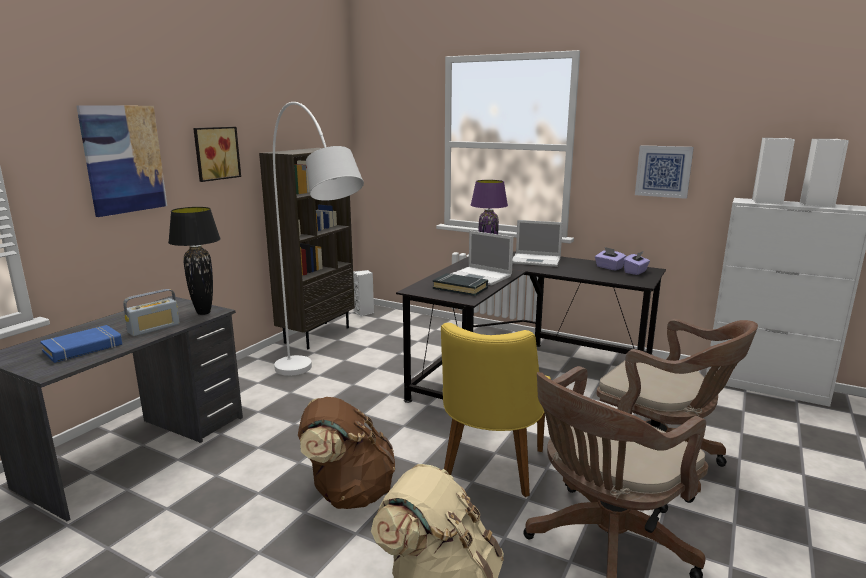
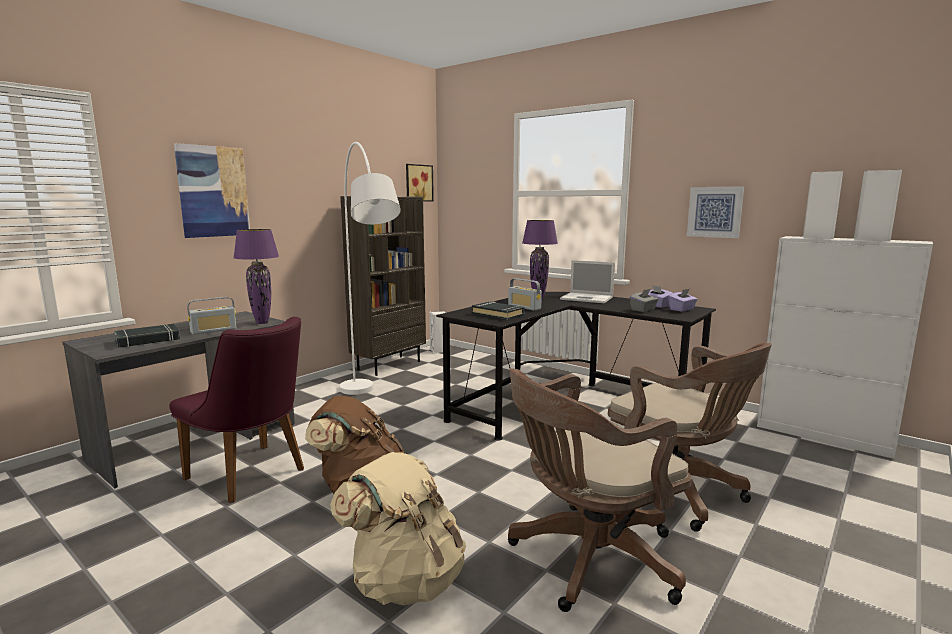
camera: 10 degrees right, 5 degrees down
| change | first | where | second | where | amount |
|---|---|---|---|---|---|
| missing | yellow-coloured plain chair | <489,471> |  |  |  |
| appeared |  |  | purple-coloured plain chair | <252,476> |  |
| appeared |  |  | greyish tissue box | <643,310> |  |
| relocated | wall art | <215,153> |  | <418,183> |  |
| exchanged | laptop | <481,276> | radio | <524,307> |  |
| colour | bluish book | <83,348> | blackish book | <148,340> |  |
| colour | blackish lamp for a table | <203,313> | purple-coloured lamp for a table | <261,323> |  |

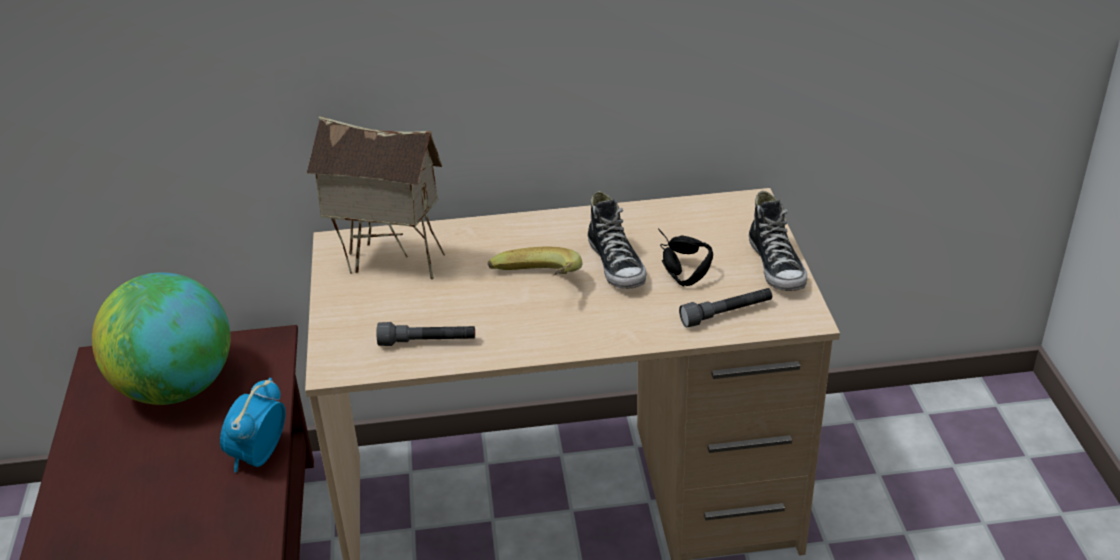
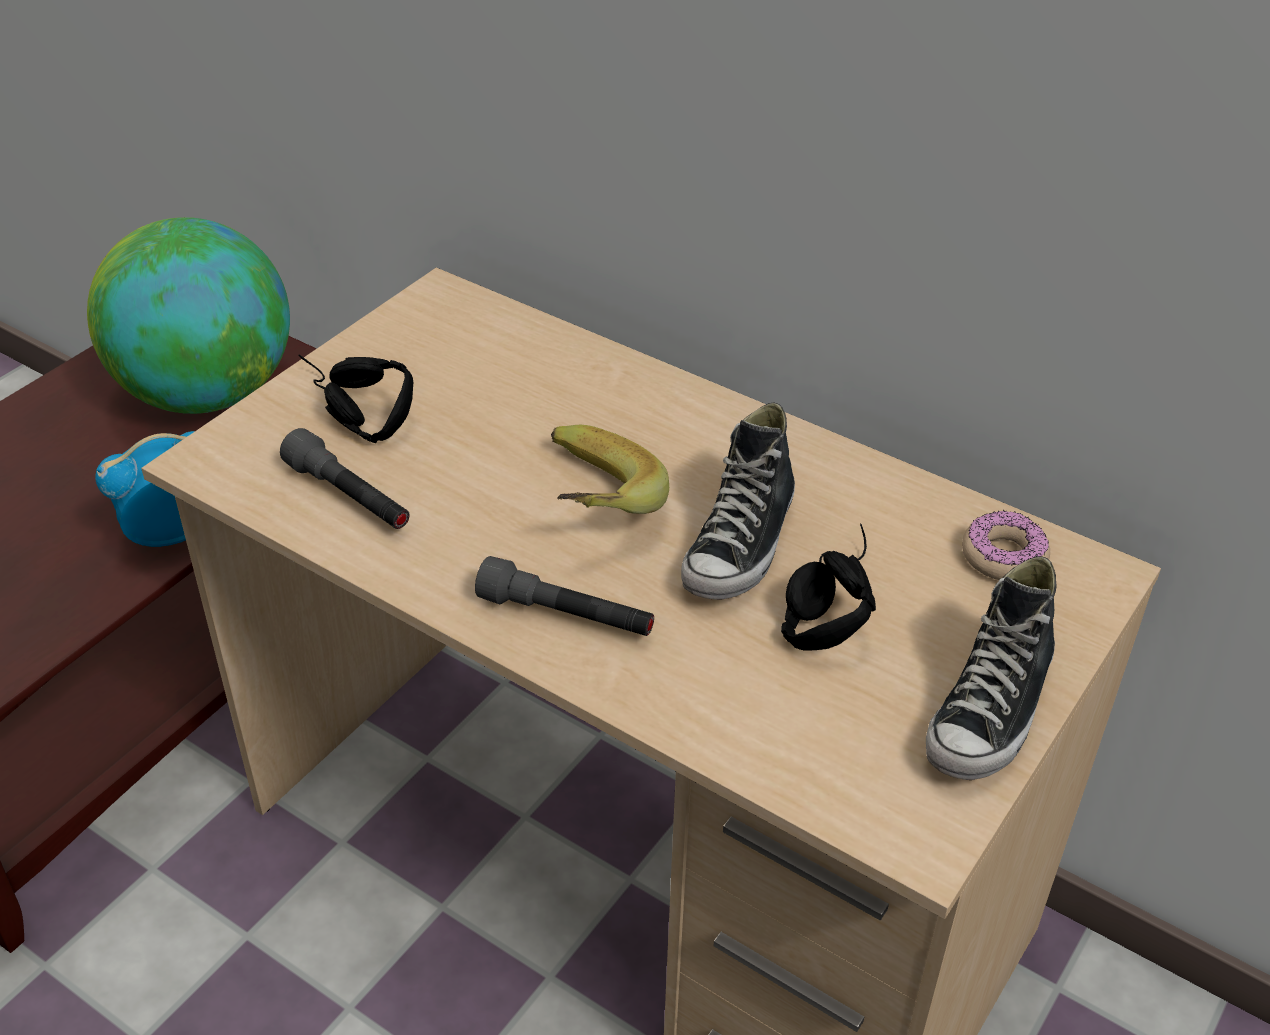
camera: 40 degrees right, 5 degrees up
| change | first | where | second | where | amount |
|---|---|---|---|---|---|
| missing | toy house | <388,264> |  |  |  |
| appeared |  |  | blackish headphones | <344,411> |  |
| appeared |  |  | doughnut | <1003,556> |  |
| relocated | greyish hand torch | <726,314> |  | <566,616> |  |

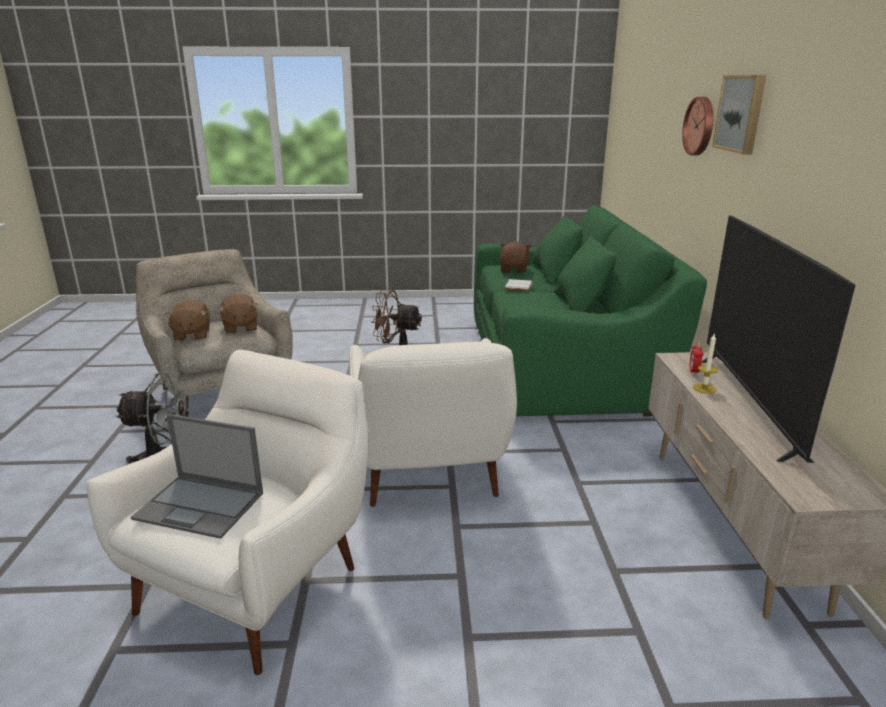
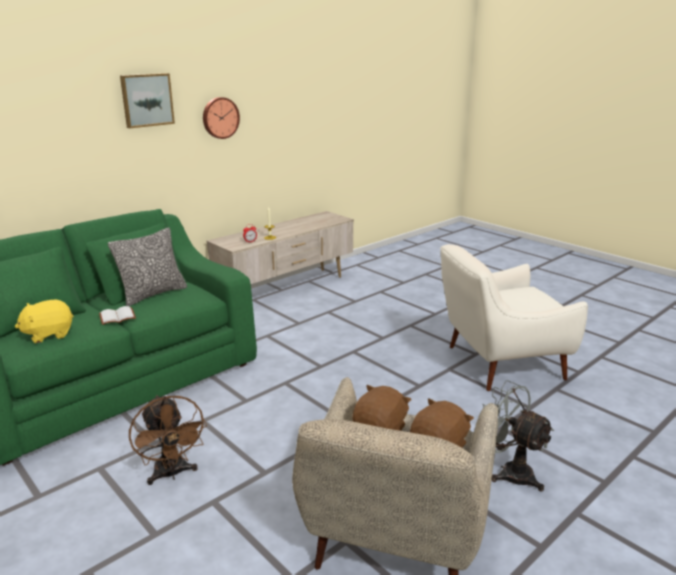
camera: 130 degrees left, 0 degrees up
| change | first | where | second | where | amount |
|---|---|---|---|---|---|
| missing | laptop | <201,506> |  |  |  |
| missing | white lounge chair | <429,473> |  |  |  |
| missing | television | <749,404> |  |  |  |
| appeared |  |  | pillow | <153,294> |  |
| relocated | hanging clock | <700,126> |  | <220,117> |  |
| colour | brownish cuddly toy | <514,269> | yellow-coloured cuddly toy | <49,334> |  |

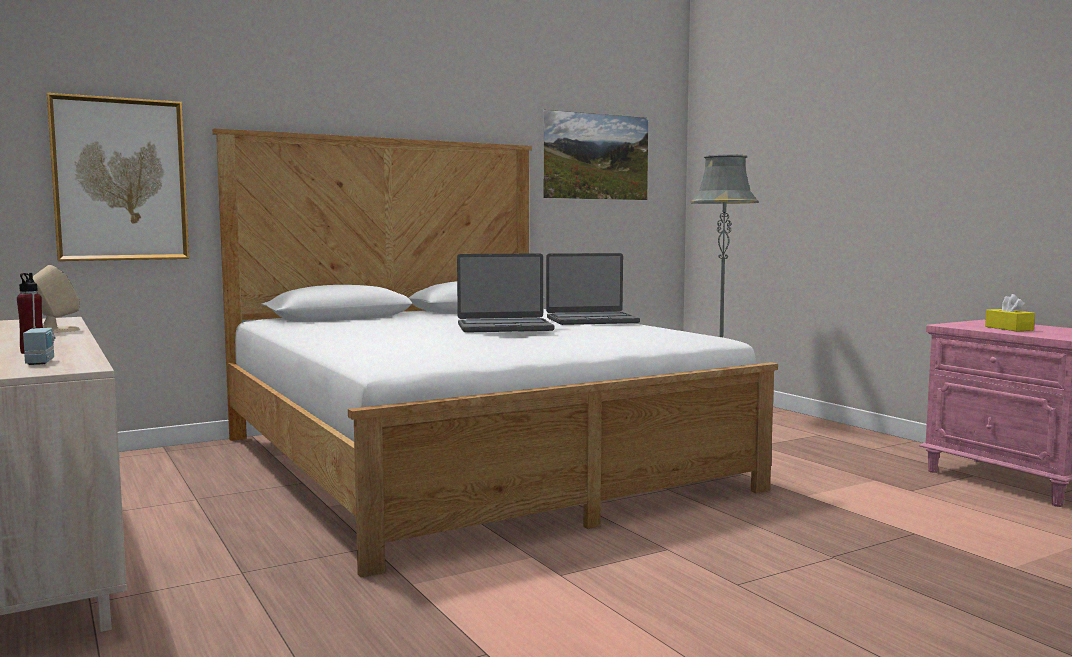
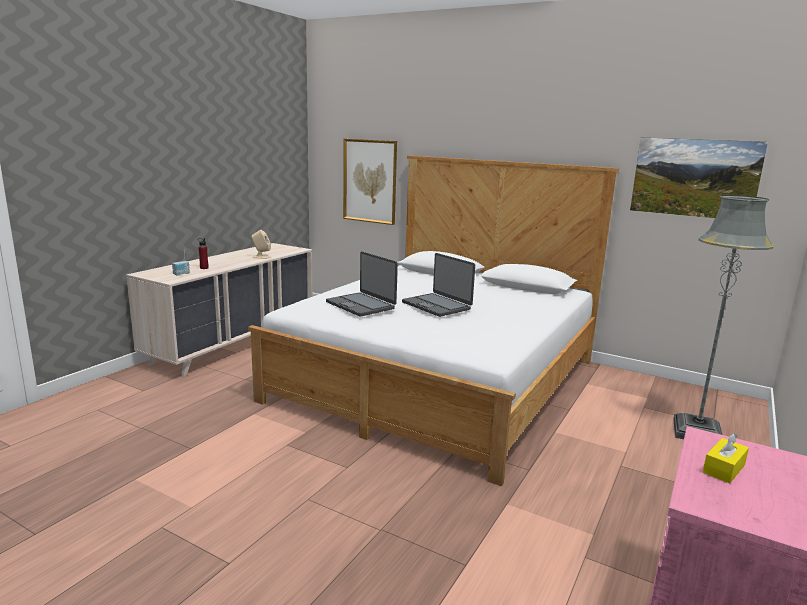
camera: 60 degrees right, 10 degrees up
| change | first | where | second | where | amount |
|---|---|---|---|---|---|
| relocated | laptop | <591,320> |  | <361,305> |  |

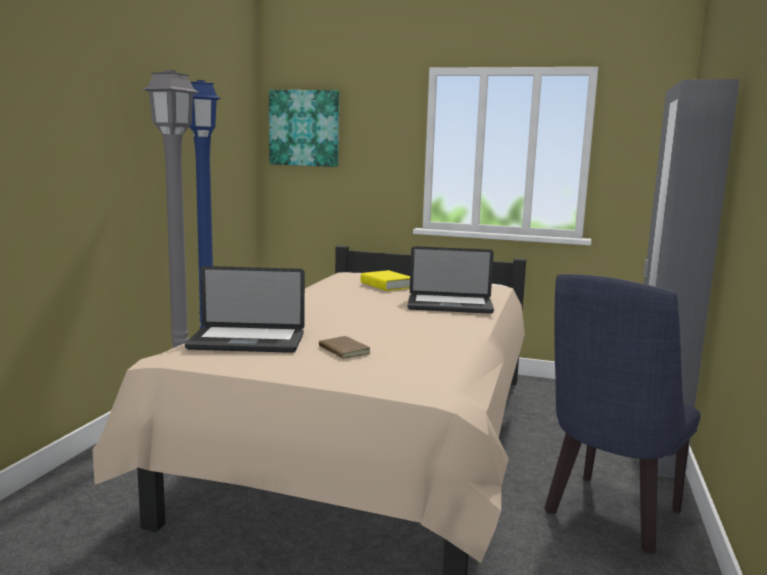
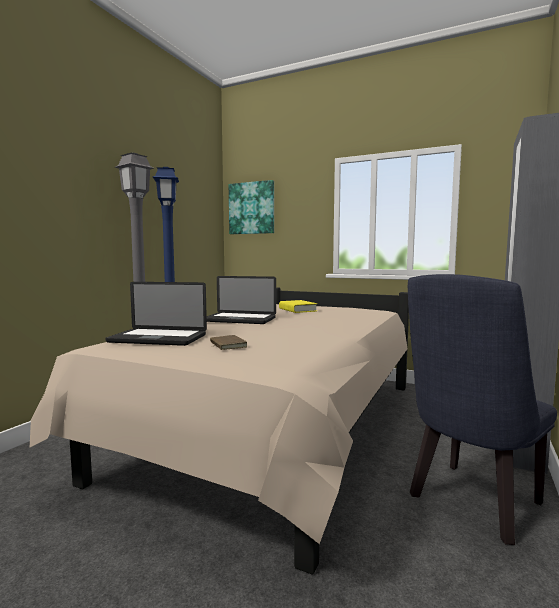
camera: 10 degrees right, 5 degrees down
| change | first | where | second | where | amount |
|---|---|---|---|---|---|
| relocated | laptop | <449,306> |  | <239,320> |  |

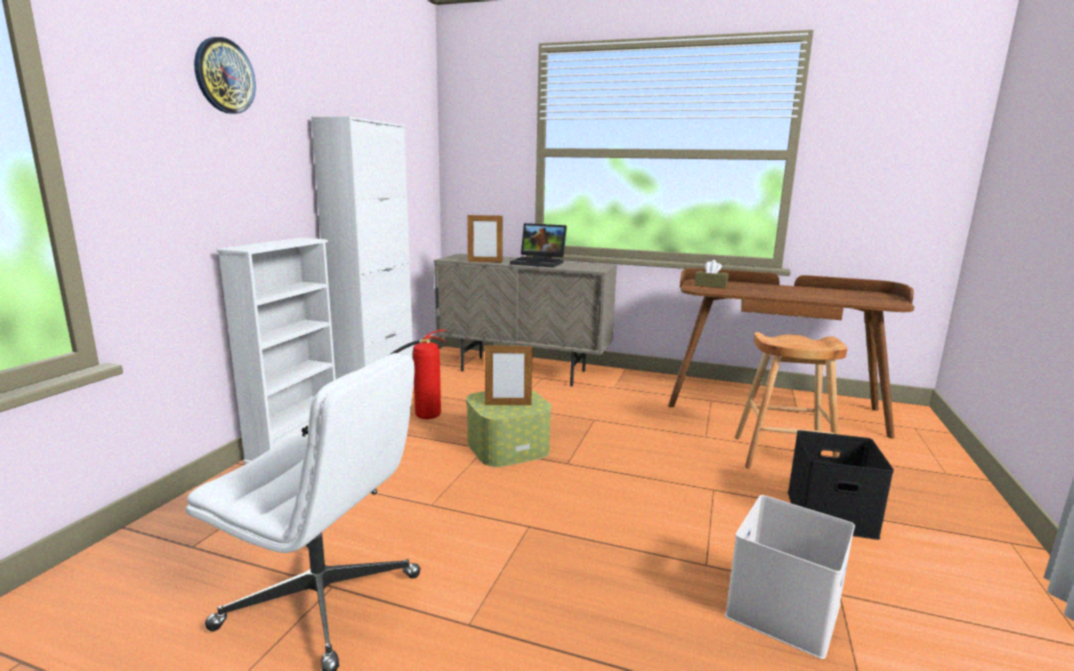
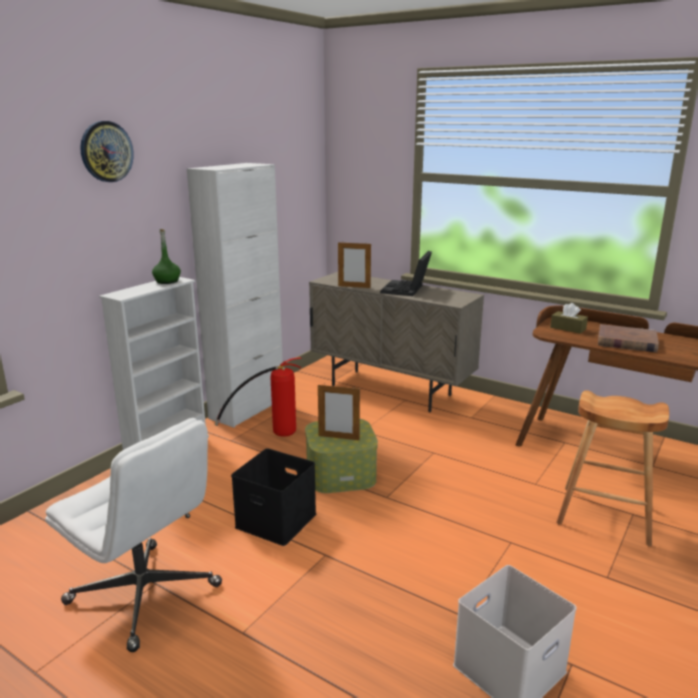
camera: 15 degrees right, 5 degrees up
| change | first | where | second | where | amount |
|---|---|---|---|---|---|
| appeared |  |  | greenish bottle | <167,281> |  |
| appeared |  |  | brownish book | <626,342> |  |
| relocated | blackish storage bin | <829,514> |  | <274,521> |  |
| spun | laptop | <540,263> |  | <406,290> | 75 degrees clockwise |

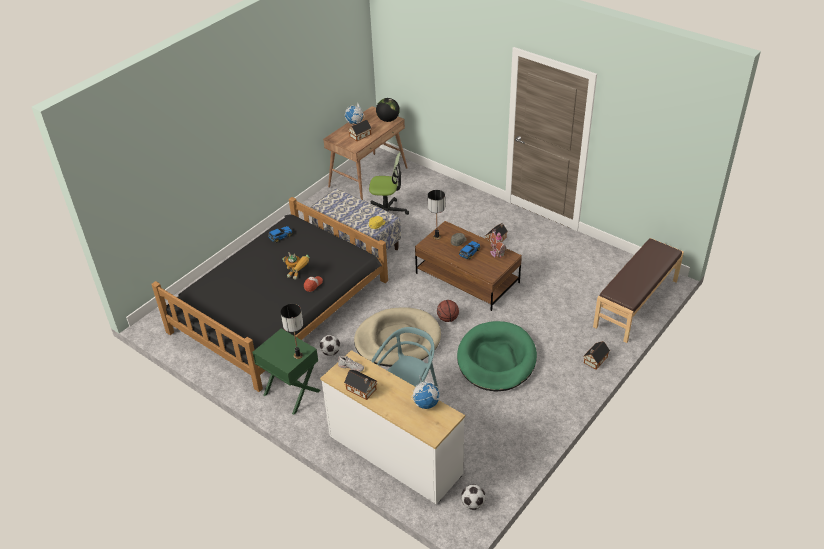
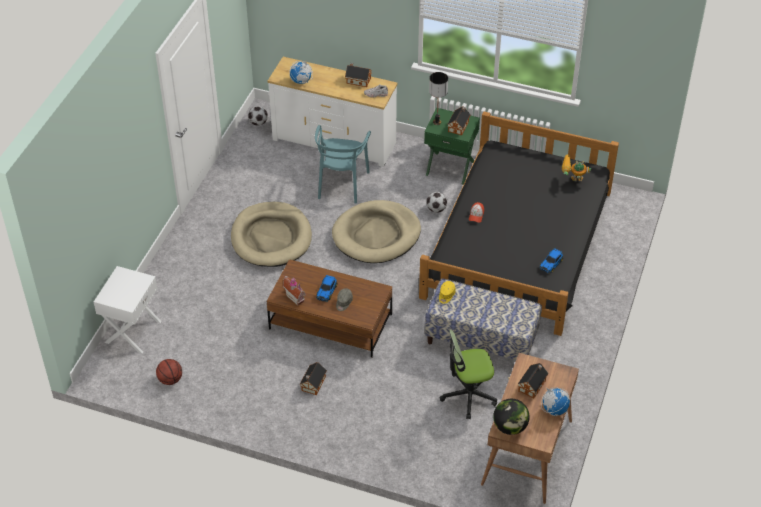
camera: 160 degrees right, 5 degrees up
| change | first | where | second | where | amount |
|---|---|---|---|---|---|
| missing | lamp for a table | <437,237> |  |  |  |
| relocated | model robot | <298,275> |  | <571,181> |  |
| relocated | ball for basketball | <447,318> |  | <170,379> |  |
| relocated | toy house | <594,360> |  | <459,126> |  |
| exchanged | brownish bench | <636,304> | white bedside table | <132,331> |  |
| colour | greenish dog cushion | <496,359> | beige-coloured dog cushion | <271,237> |  |

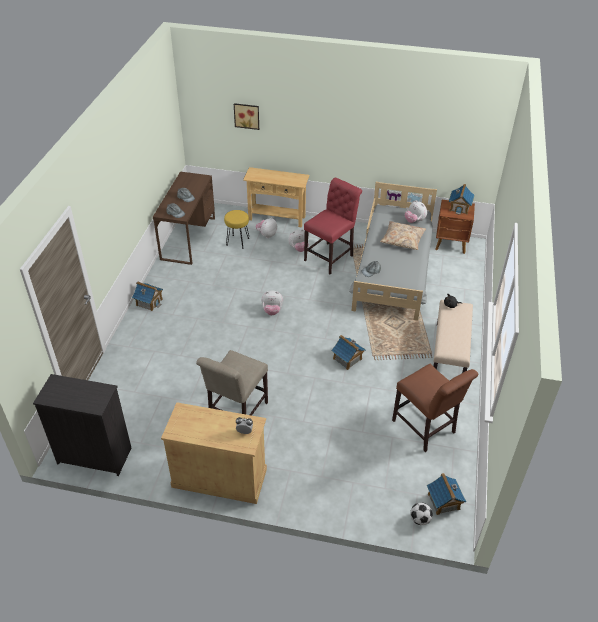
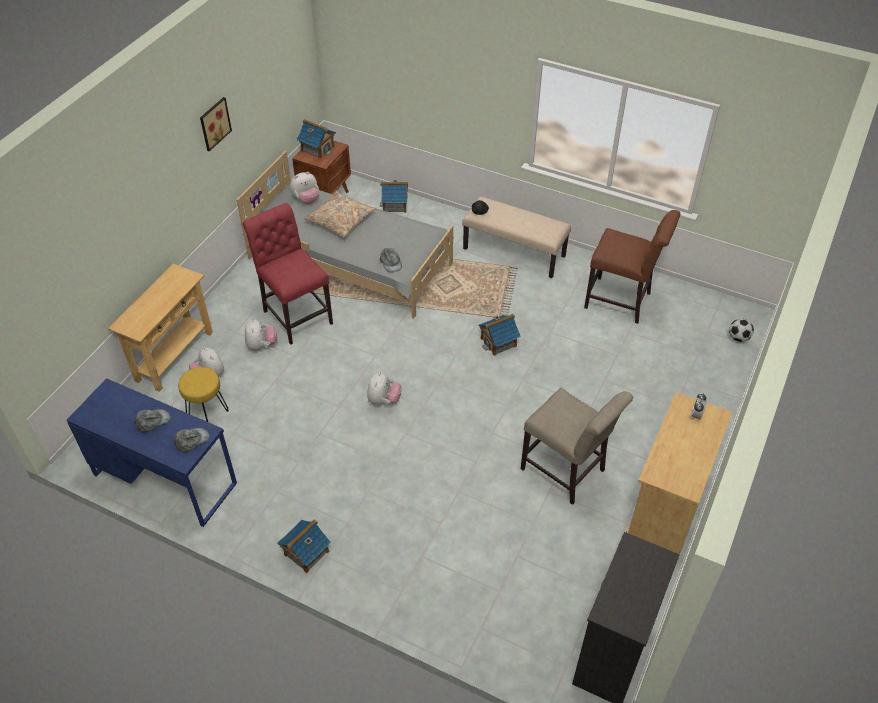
camera: 75 degrees left, 5 degrees up
| change | first | where | second | where | amount |
|---|---|---|---|---|---|
| relocated | wall art | <247,115> |  | <213,123> |  |
| relocated | toy house | <443,502> |  | <395,205> |  |
| colour | brownish desk table | <188,238> | bluish desk table | <165,478> |  |
| spun | brownish plain chair | <425,429> |  | <621,302> | 45 degrees clockwise |

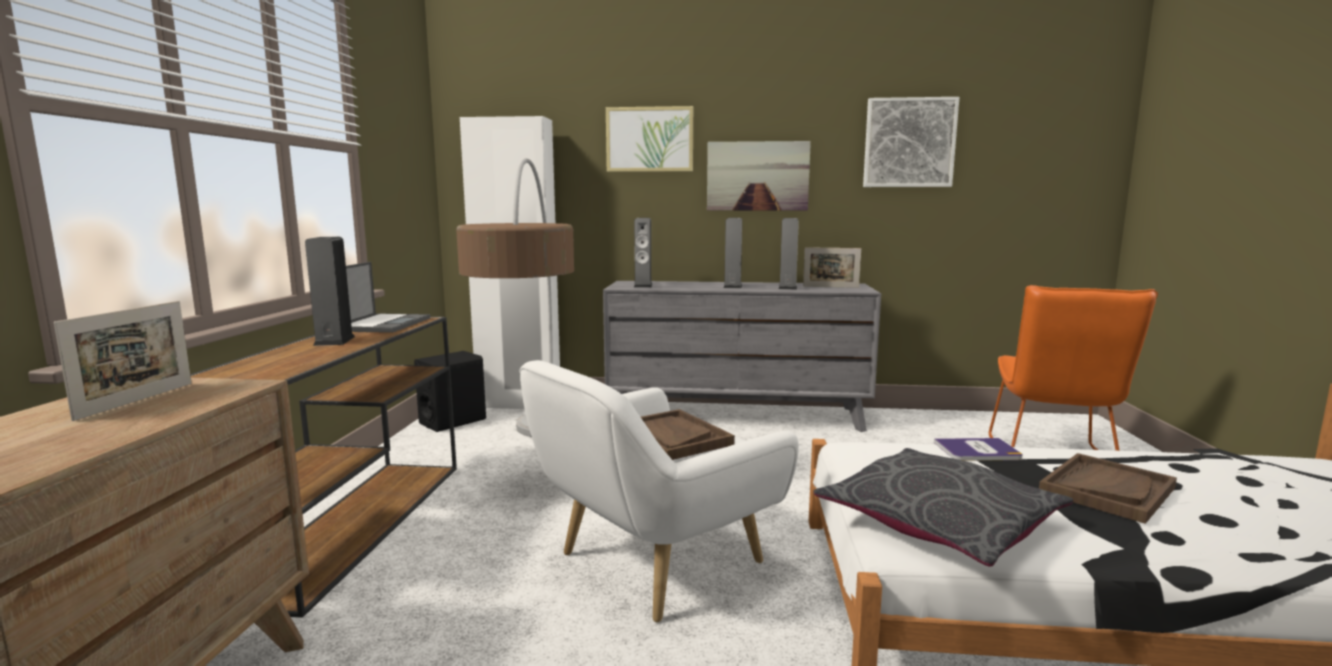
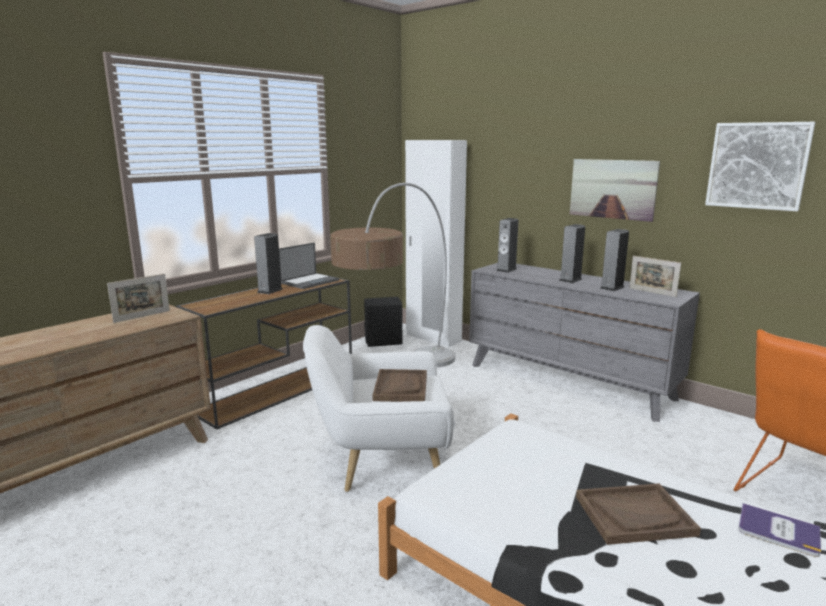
camera: 35 degrees right, 5 degrees up
| change | first | where | second | where | amount |
|---|---|---|---|---|---|
| missing | wall art | <649,139> |  |  |  |
| missing | greyish pillow | <938,522> |  |  |  |
| relocated | book | <977,451> |  | <778,531> |  |

